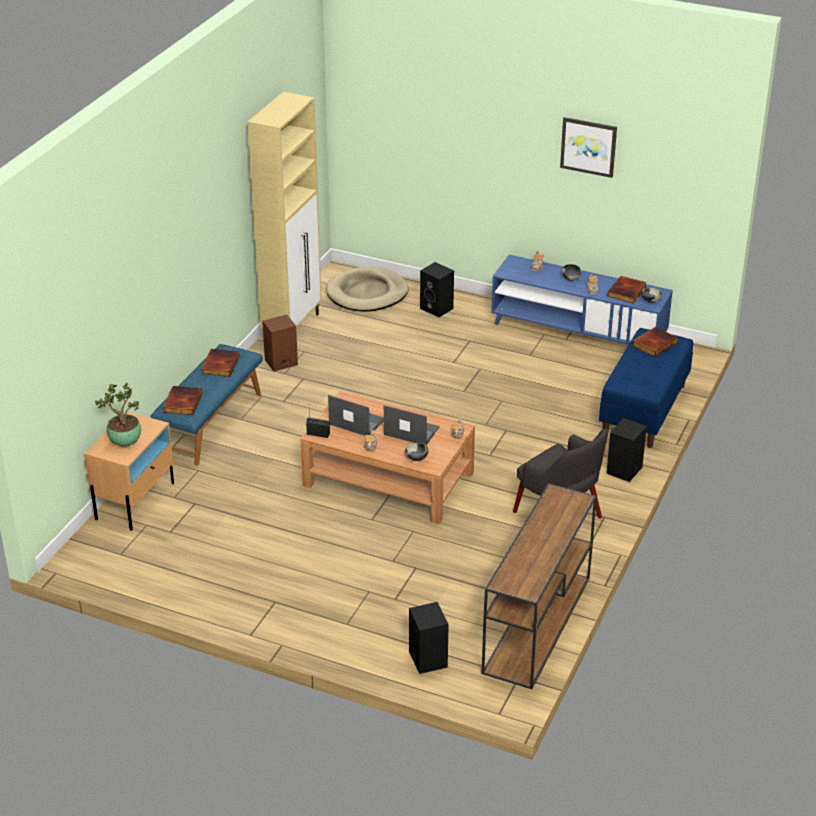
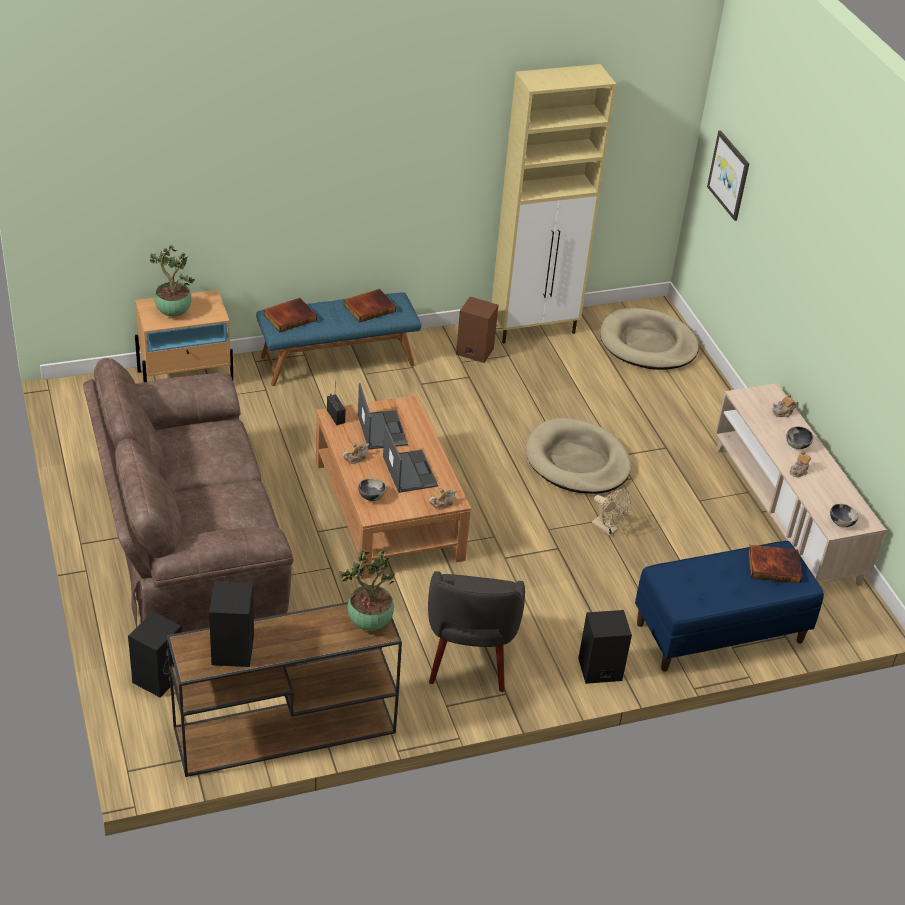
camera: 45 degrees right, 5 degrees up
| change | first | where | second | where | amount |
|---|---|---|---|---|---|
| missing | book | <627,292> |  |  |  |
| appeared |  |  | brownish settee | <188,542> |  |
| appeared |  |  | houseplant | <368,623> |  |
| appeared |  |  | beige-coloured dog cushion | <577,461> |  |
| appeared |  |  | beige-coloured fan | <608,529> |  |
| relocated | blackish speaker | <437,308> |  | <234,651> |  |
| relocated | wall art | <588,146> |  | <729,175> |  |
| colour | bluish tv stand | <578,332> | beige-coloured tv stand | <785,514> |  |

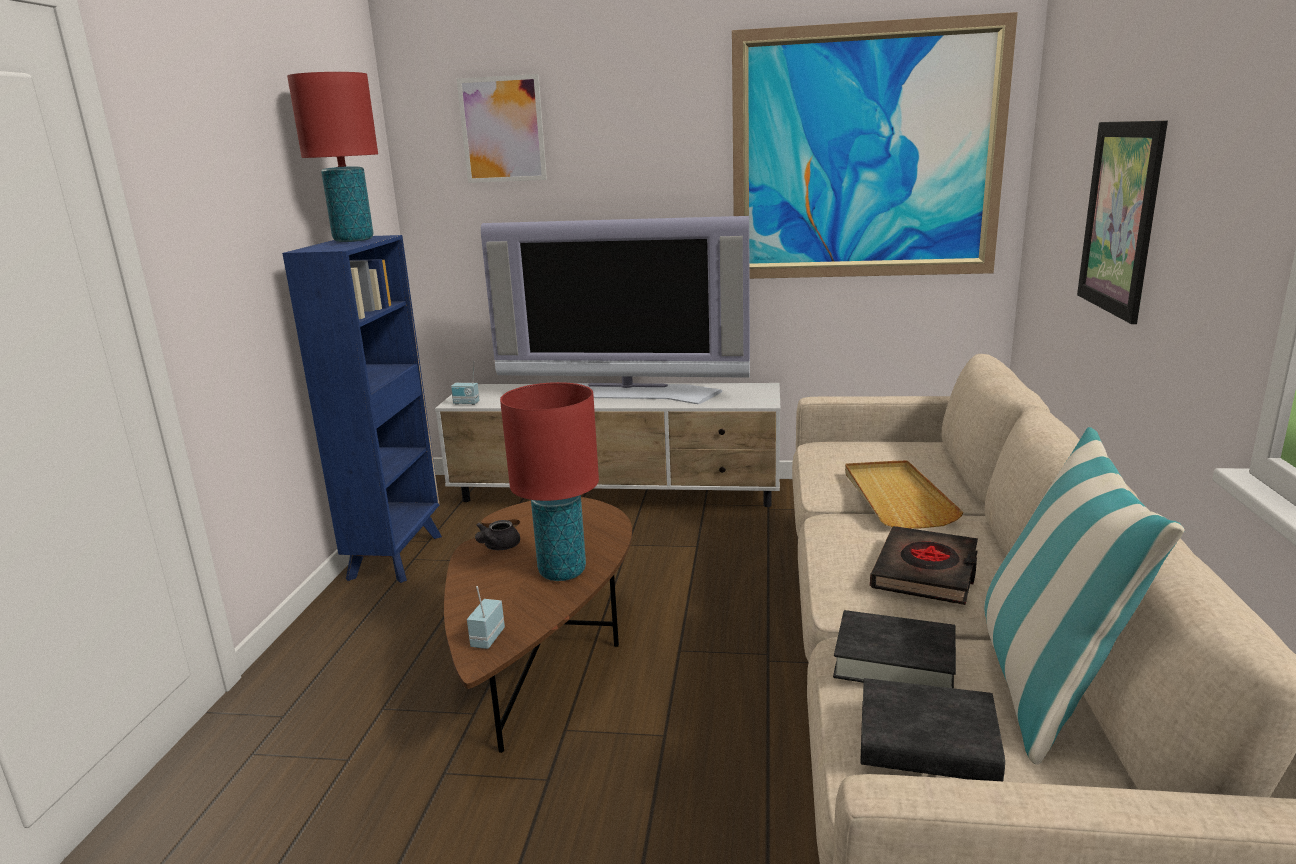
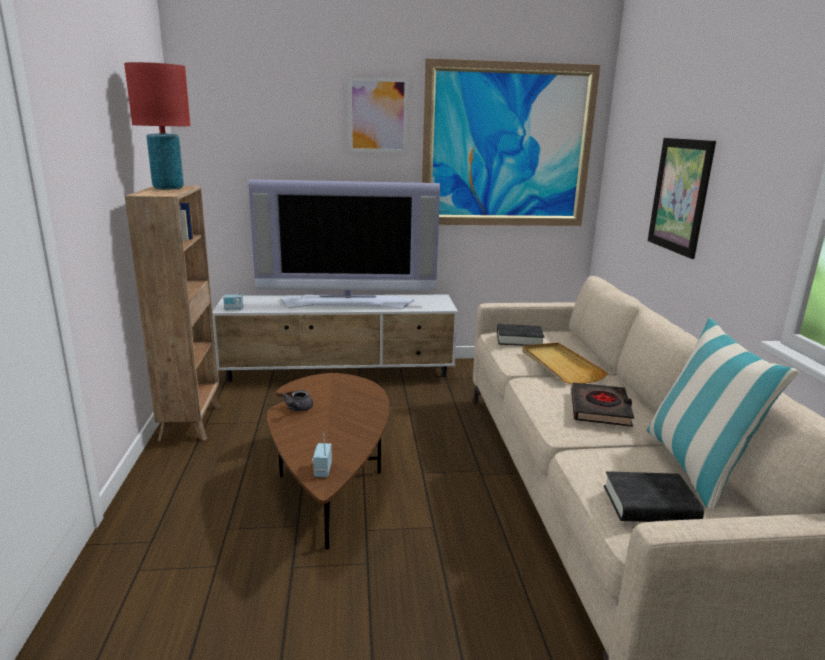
camera: 15 degrees left, 0 degrees up
| change | first | where | second | where | amount |
|---|---|---|---|---|---|
| missing | red lamp for a table | <562,572> |  |  |  |
| relocated | wall art | <502,129> |  | <378,115> |  |
| relocated | blackish book | <894,661> |  | <519,339> |  |
| colour | bluish shelving unit | <397,555> | brownish shelving unit | <192,421> |  |

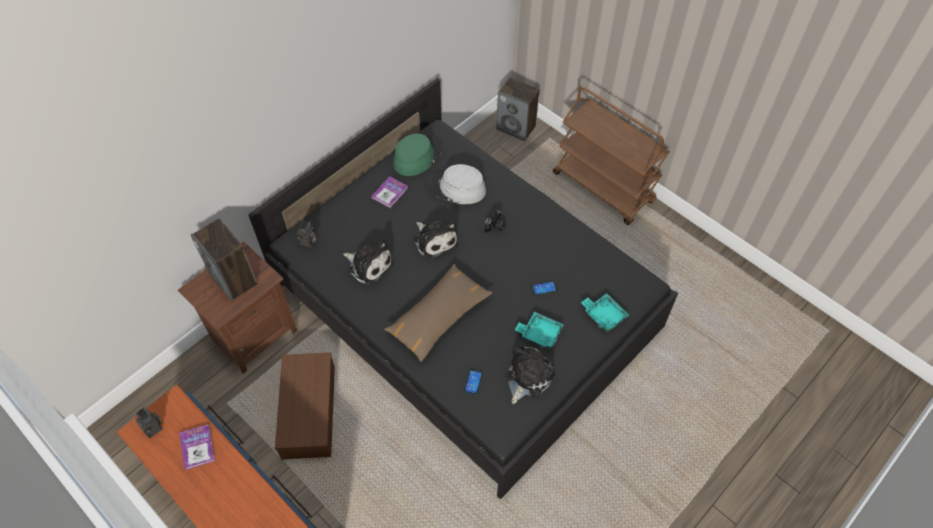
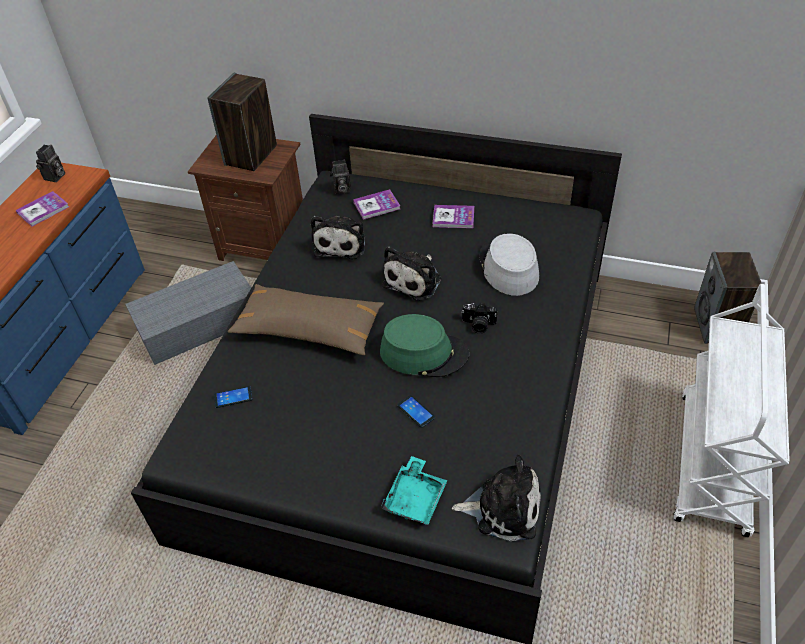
camera: 65 degrees right, 10 degrees down
| change | first | where | second | where | amount |
|---|---|---|---|---|---|
| missing | turquoise carrying tray | <540,333> |  |  |  |
| appeared |  |  | book | <376,205> |  |
| relocated | greenish wearable hat | <417,156> |  | <424,353> |  |
| relocated | cuddly toy | <527,377> |  | <503,508> |  |
| colour | brownish storage bin | <308,410> | greyish storage bin | <200,323> |  |
| colour | brownish wheeled cart | <604,188> | white wheeled cart | <713,463> |  |

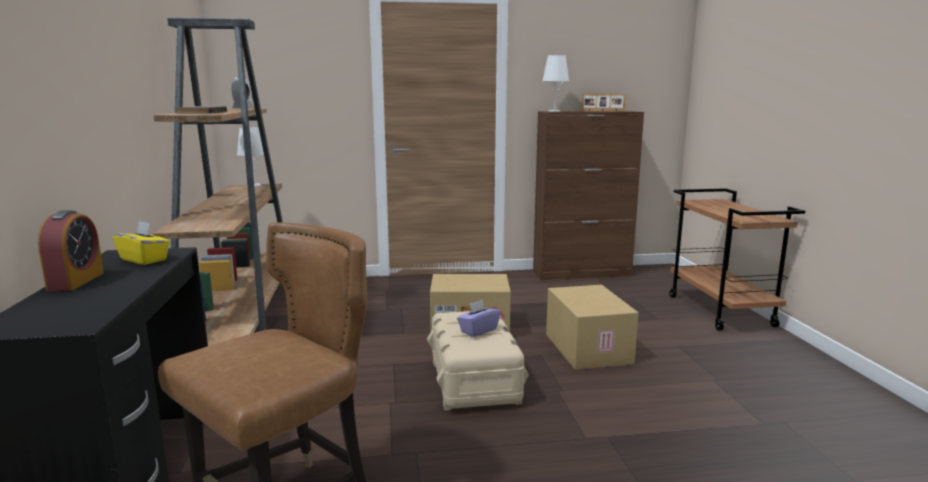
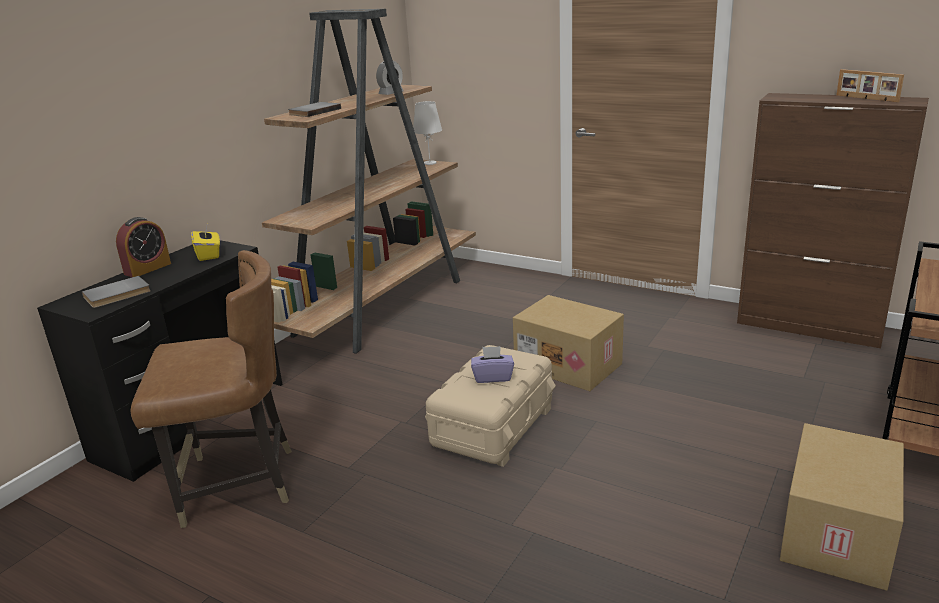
camera: 40 degrees right, 10 degrees up
| change | first | where | second | where | amount |
|---|---|---|---|---|---|
| missing | white lamp for a table | <554,111> |  |  |  |
| appeared |  |  | greyish book | <118,295> |  |
| relocated | packing box | <586,348> |  | <834,531> |  |

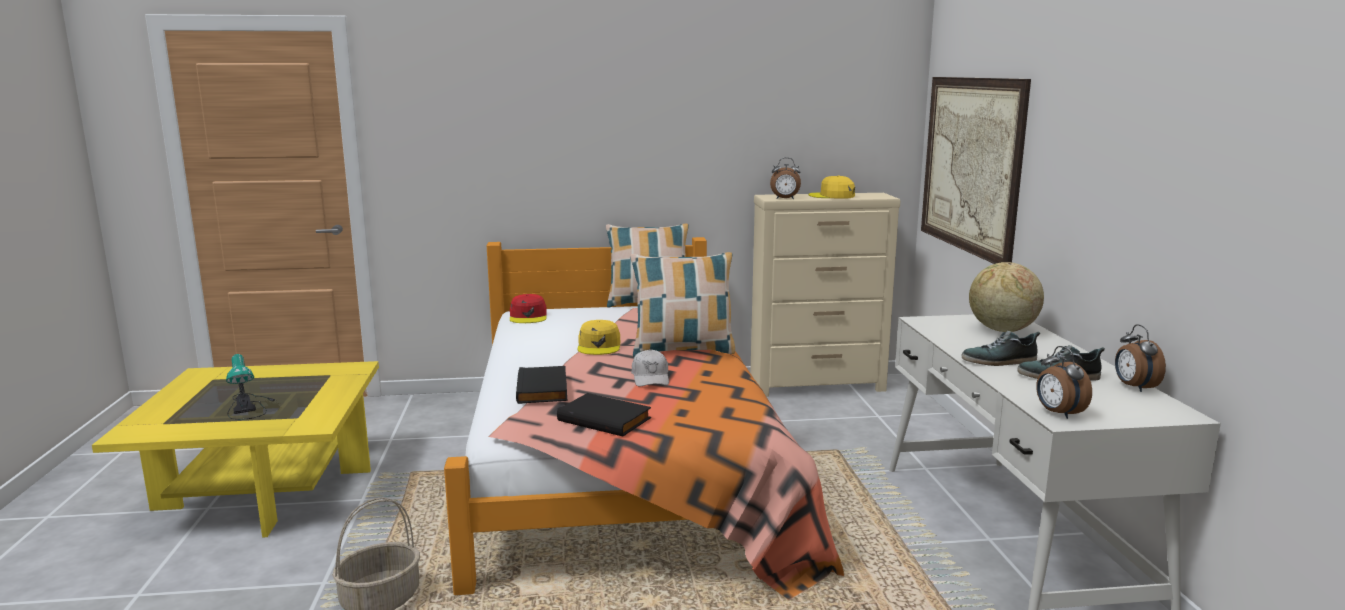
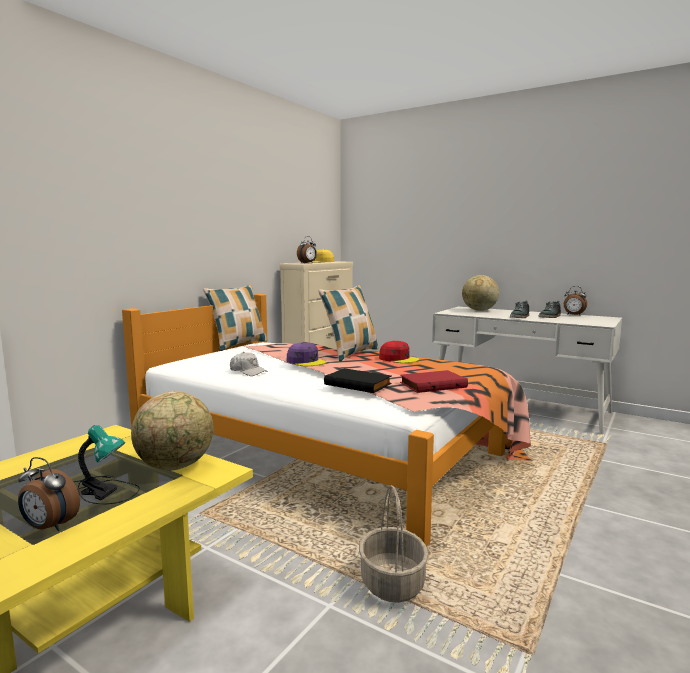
camera: 50 degrees left, 5 degrees down
| change | first | where | second | where | amount |
|---|---|---|---|---|---|
| missing | wall art | <970,165> |  |  |  |
| appeared |  |  | world globe | <176,466> |  |
| relocated | red peaked cap | <528,316> |  | <398,359> |  |
| relocated | white peaked cap | <650,378> |  | <248,371> |  |
| relocated | alarm clock | <1058,413> |  | <49,527> |  |
| colour | blackish book | <606,419> | red book | <432,385> |  |
| colour | yellow-coloured peaked cap | <599,346> | purple-coloured peaked cap | <306,361> |  |

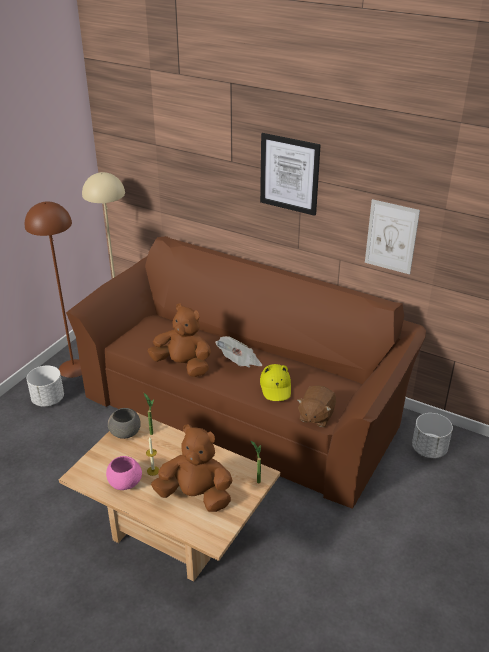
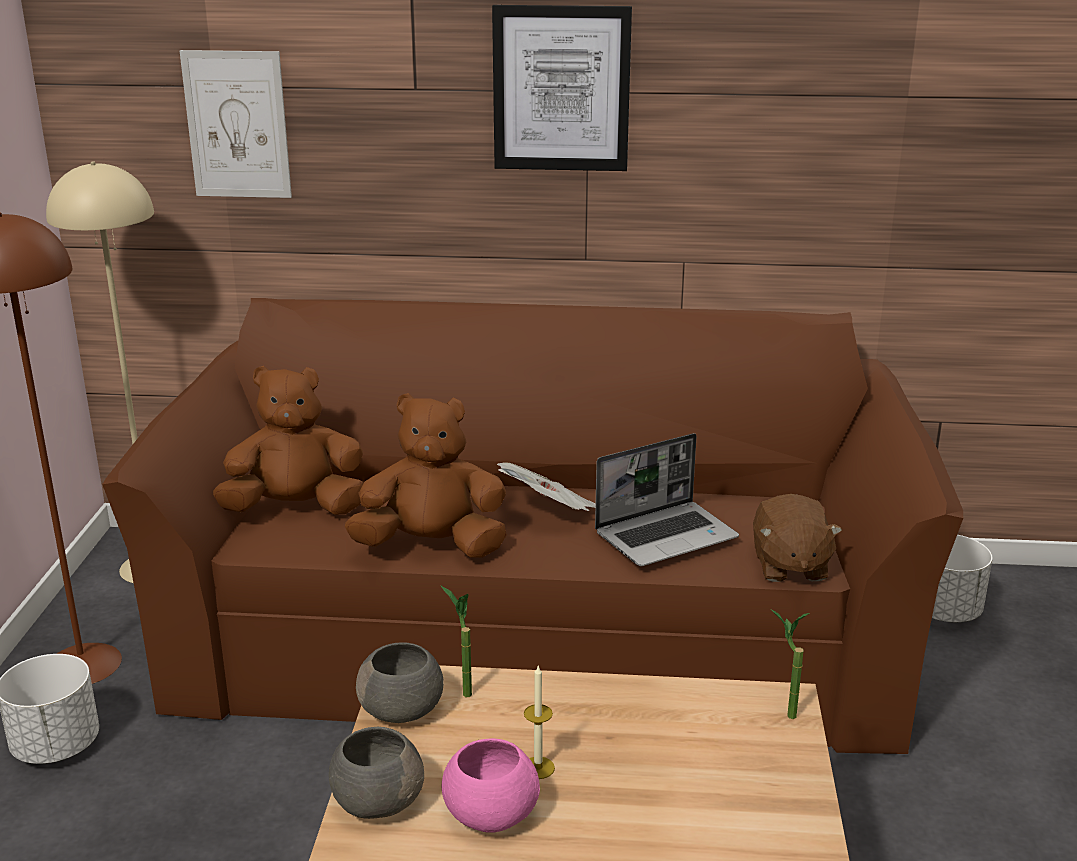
camera: 25 degrees left, 10 degrees down
| change | first | where | second | where | amount |
|---|---|---|---|---|---|
| appeared |  |  | greyish serving bowl | <377,801> |  |
| relocated | brownish cuddly toy | <196,495> |  | <295,509> |  |
| relocated | wall art | <391,237> |  | <237,125> |  |
| exchanged | yellow-coloured wearable hat | <276,387> | laptop | <666,535> |  |

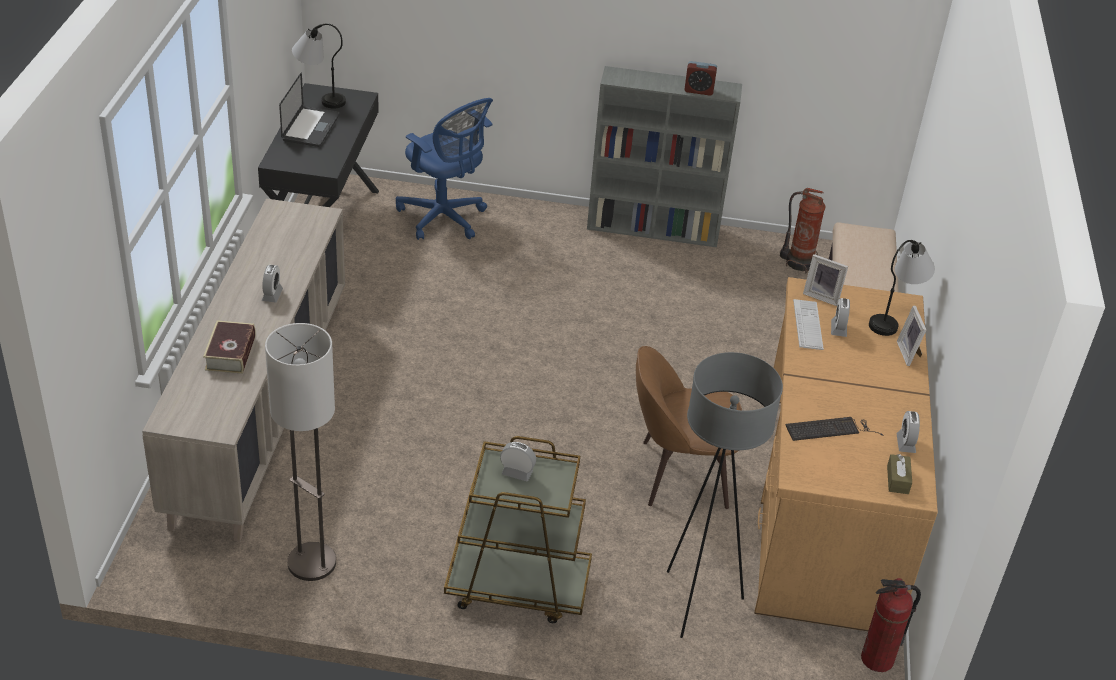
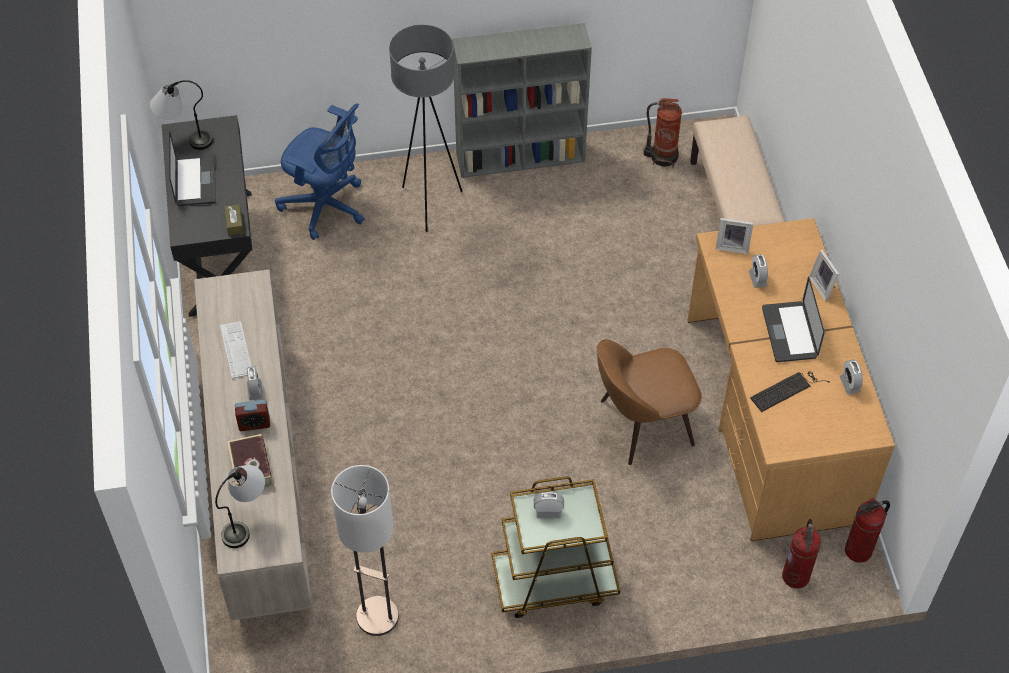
camera: 15 degrees left, 15 degrees up
| change | first | where | second | where | amount |
|---|---|---|---|---|---|
| appeared |  |  | laptop | <789,332> |  |
| appeared |  |  | fire extinguisher | <795,576> |  |
| relocated | greyish standing lamp | <696,603> |  | <430,204> |  |
| relocated | alarm clock | <698,91> |  | <254,423> |  |
| relocated | keyboard | <807,325> |  | <236,350> |  |
| relocated | lamp for a table | <895,318> |  | <246,520> |  |
| relocated | brownish tissue box | <897,480> |  | <234,223> |  |

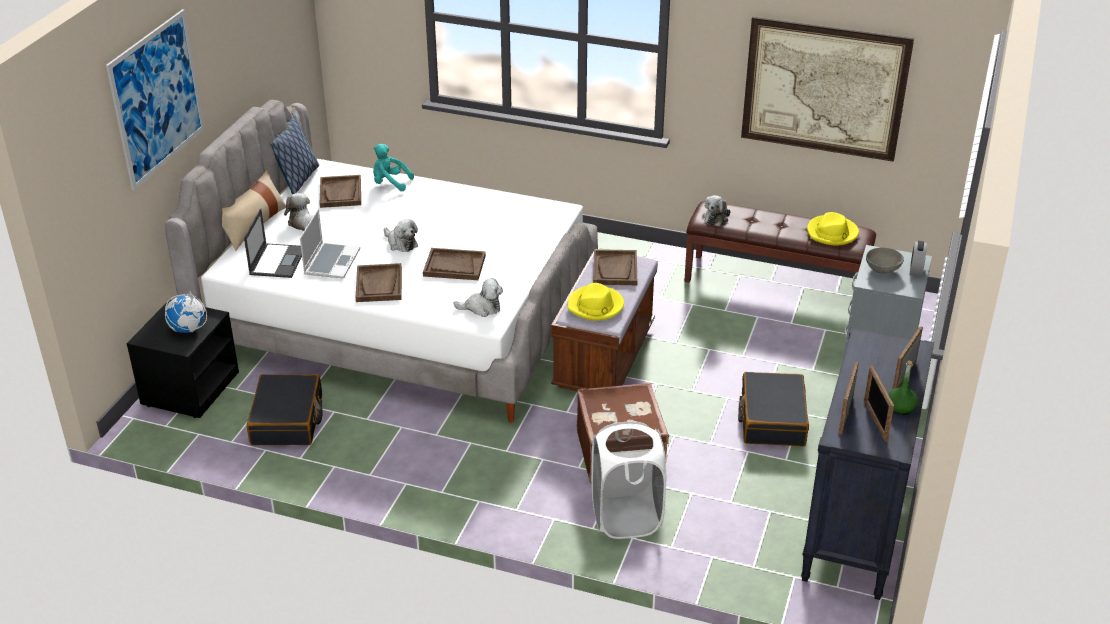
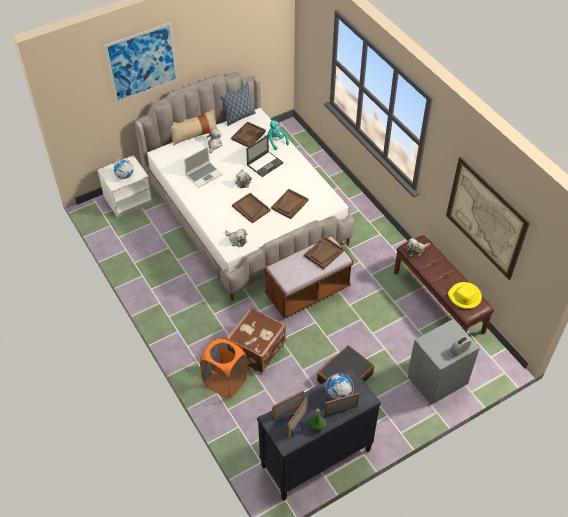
camera: 40 degrees right, 15 degrees up
| change | first | where | second | where | amount |
|---|---|---|---|---|---|
| missing | blackish travel case | <287,420> |  |  |  |
| missing | yellow-coloured wearable hat | <595,306> |  |  |  |
| missing | greyish serving bowl | <883,269> |  |  |  |
| appeared |  |  | world globe | <338,394> |  |
| relocated | laptop | <277,261> |  | <265,164> |  |
| relocated | brownish carrying tray | <379,284> |  | <289,204> |  |
| colour | blackish bedside table | <190,388> | white bedside table | <128,199> |  |
| colour | white washing basket | <626,517> | orange-coloured washing basket | <225,381> |  |

